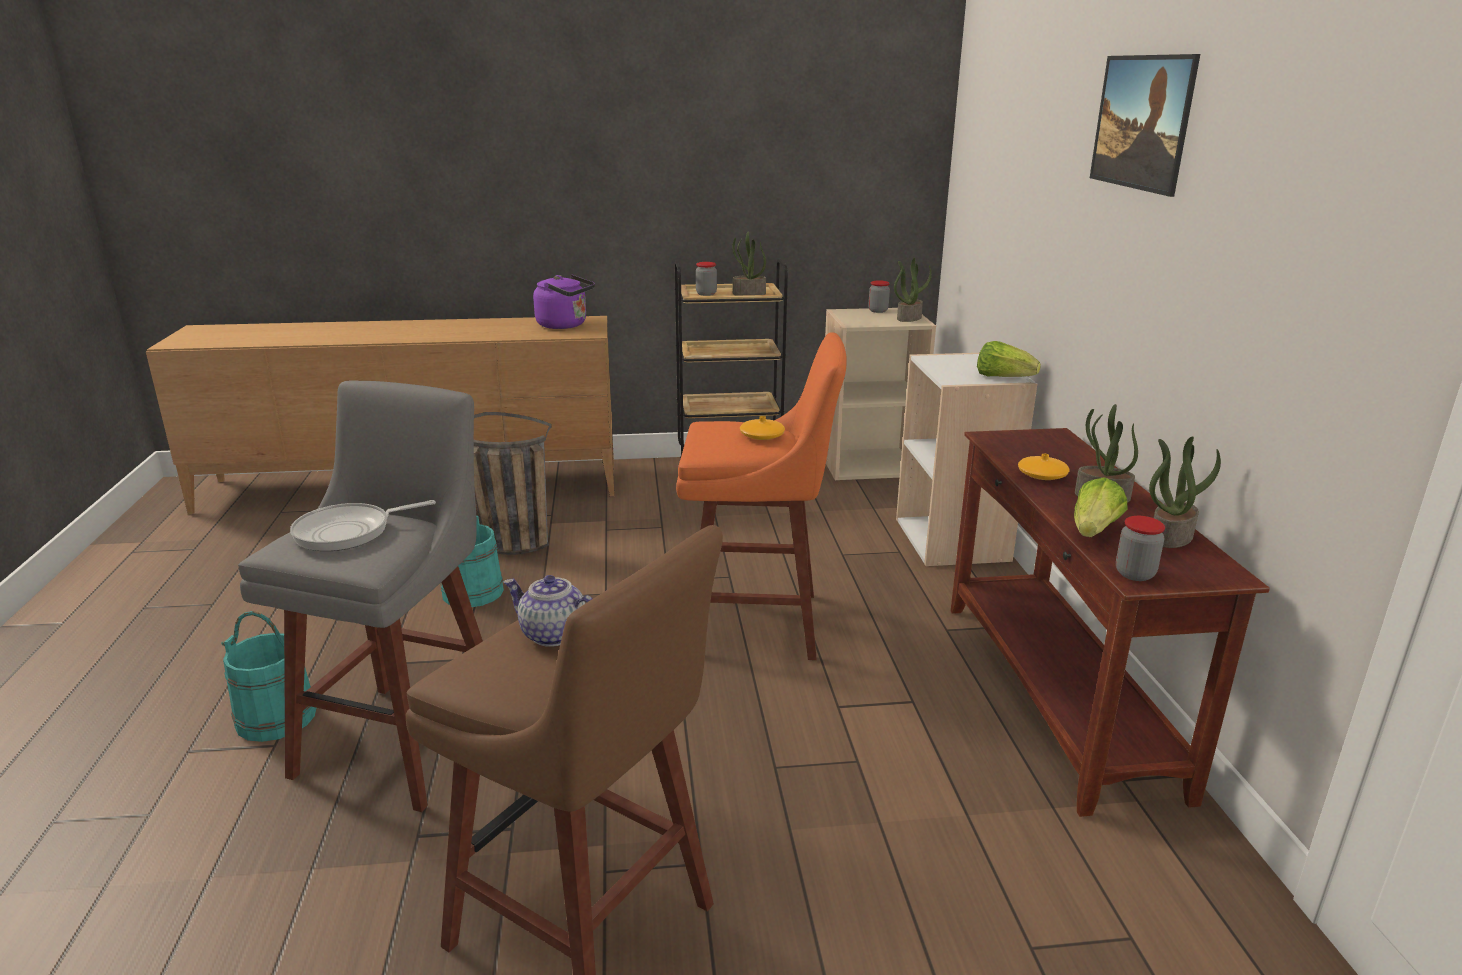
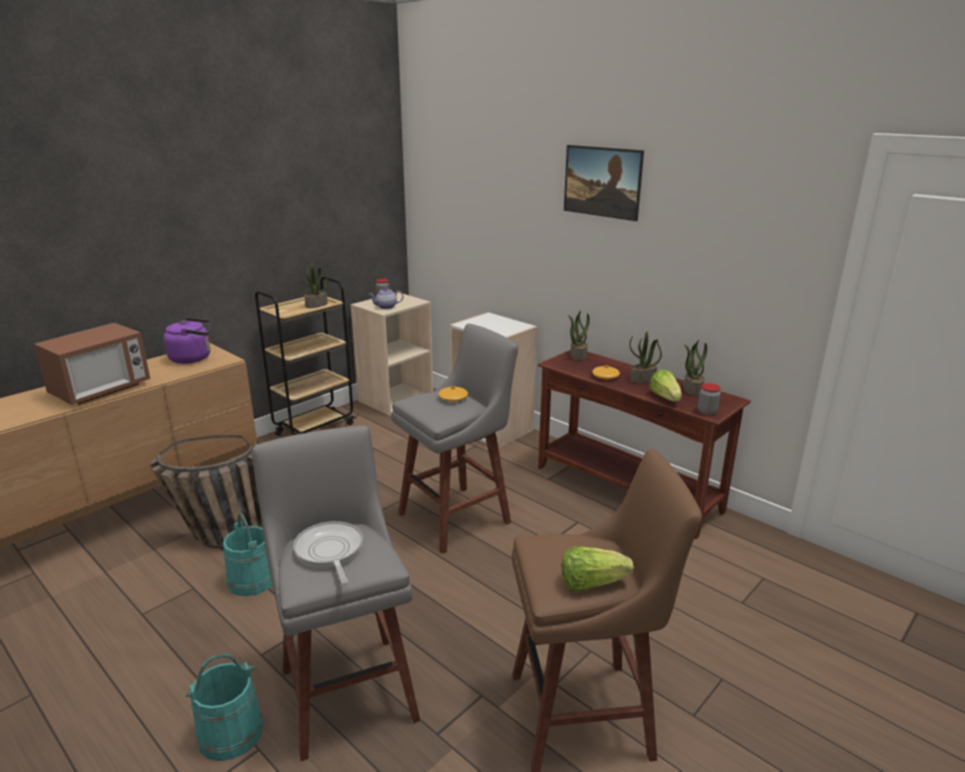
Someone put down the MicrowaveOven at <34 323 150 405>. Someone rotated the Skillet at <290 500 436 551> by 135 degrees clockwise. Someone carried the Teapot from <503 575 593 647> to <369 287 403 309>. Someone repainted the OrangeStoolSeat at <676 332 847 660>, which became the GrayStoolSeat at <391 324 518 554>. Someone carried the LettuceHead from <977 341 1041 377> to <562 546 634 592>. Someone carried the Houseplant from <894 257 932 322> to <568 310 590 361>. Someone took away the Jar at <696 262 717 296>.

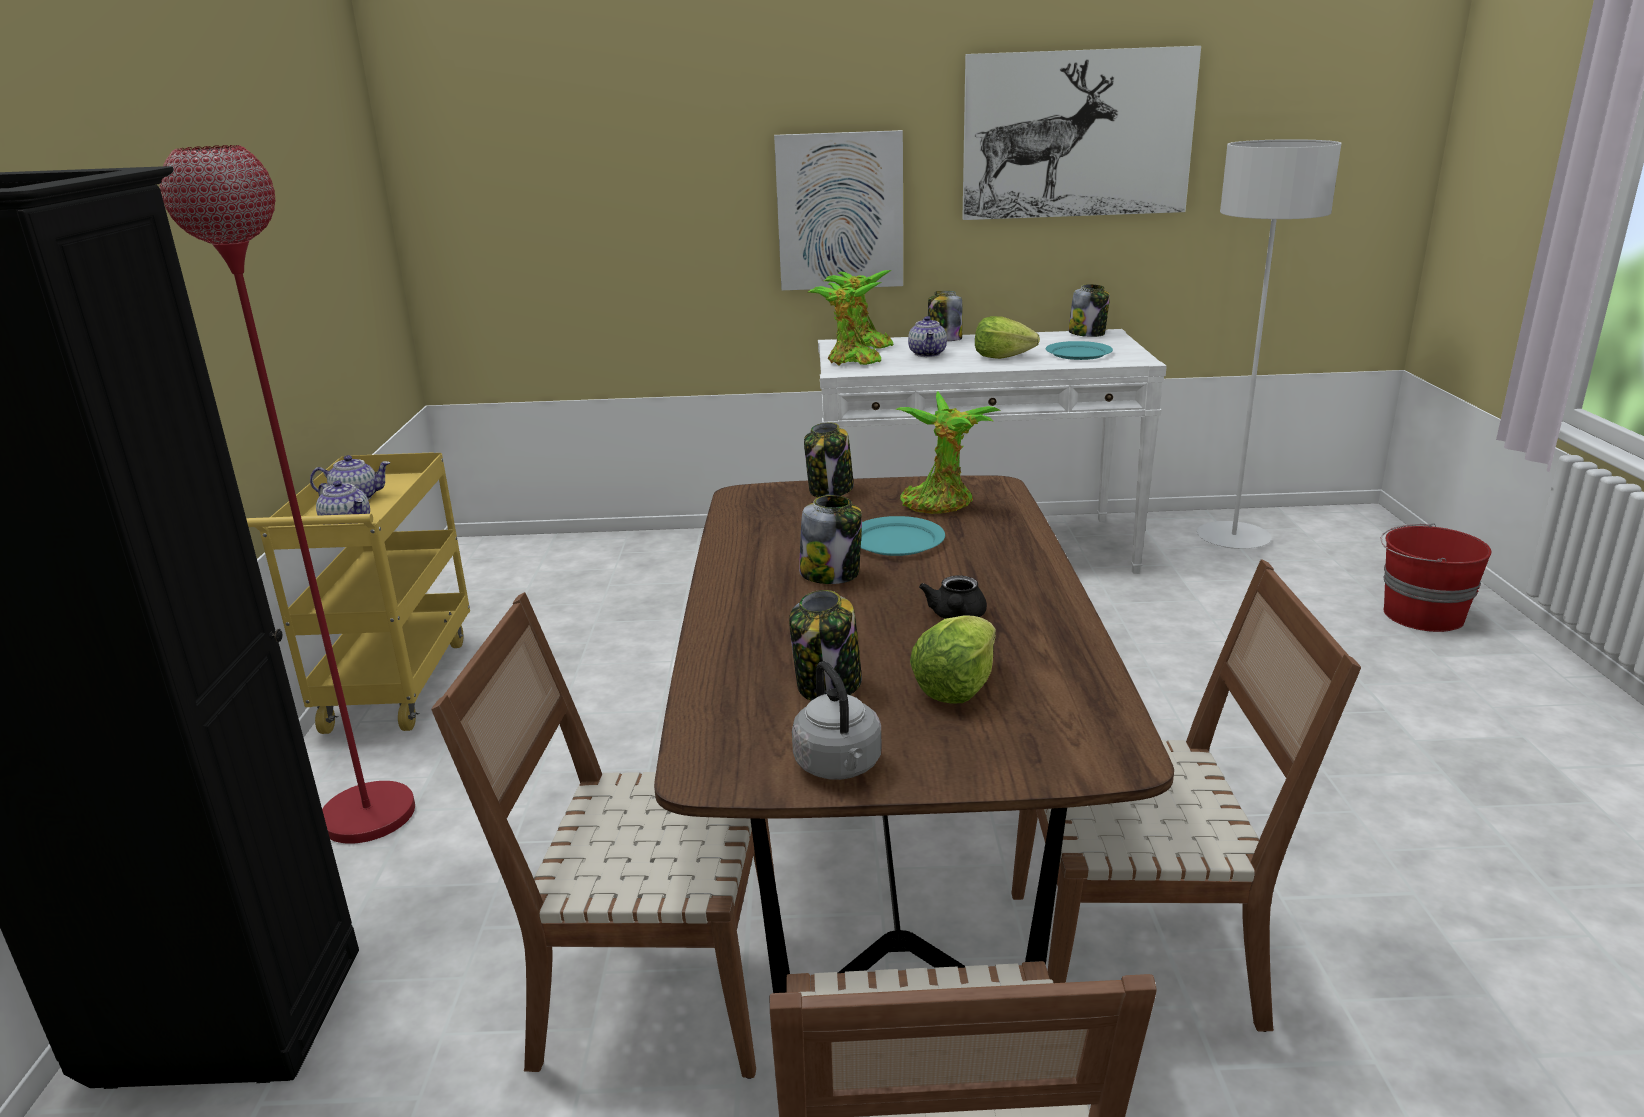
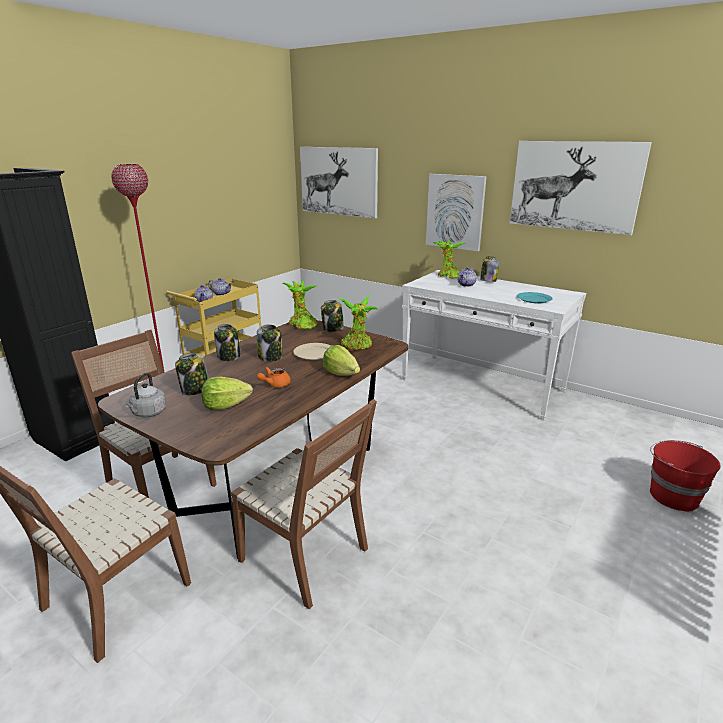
Someone carried the Jar from <1069 284 1110 337> to <214 324 240 361>. Someone repainted the BlackColouredTeapot at <919 575 987 619>, which became the OrangeTeapot at <257 367 291 387>. Someone carried the Houseplant from <808 282 882 366> to <282 280 317 329>. Someone repainted the TurquoiseColouredDinnerPlate at <861 516 945 556>, which became the BeigeDinnerPlate at <293 343 331 360>. Someone put up the Picture at <300 147 378 218>. Someone carried the LettuceHead from <975 316 1040 359> to <323 345 360 376>. Someone took away the GrayStandingLamp at <1197 139 1342 549>.

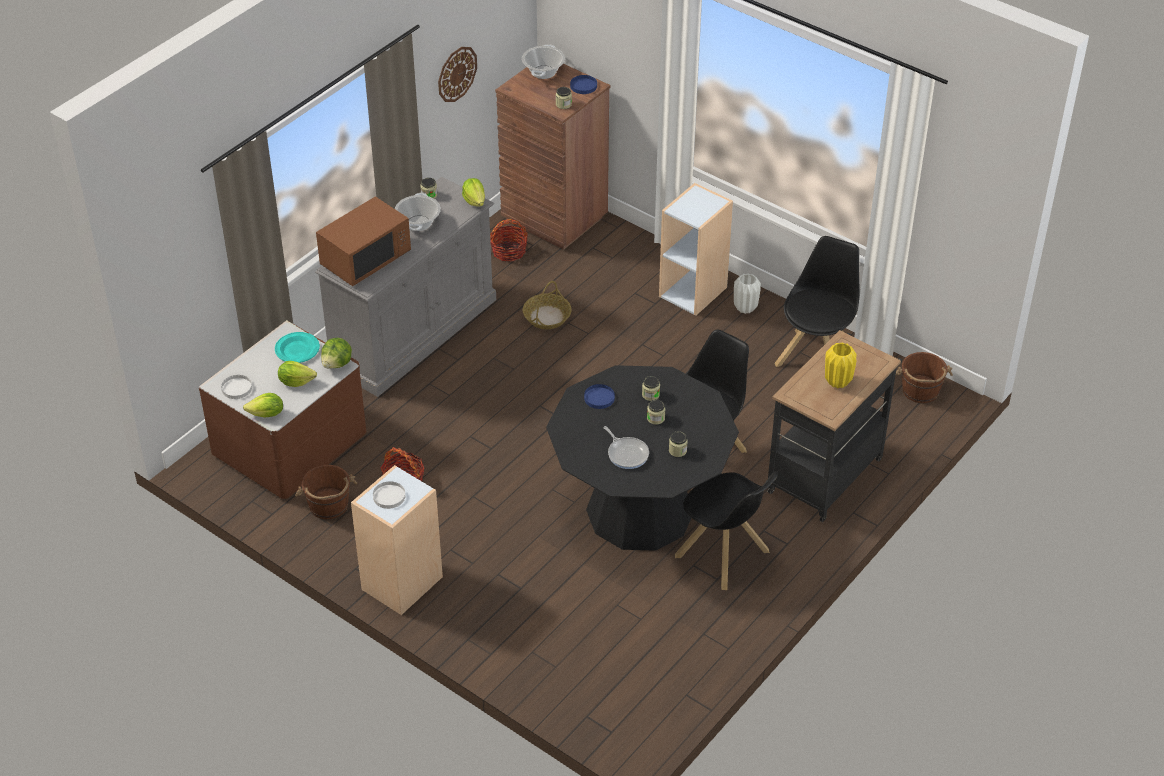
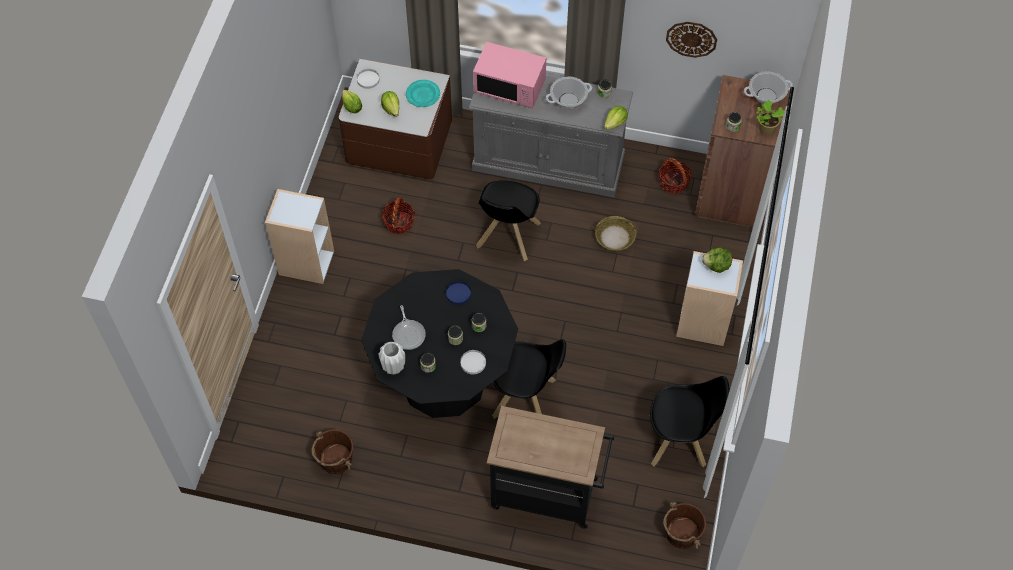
Someone carried the BrownishWaterBucket from <295 465 357 519> to <312 429 353 474>. Someone carried the WhiteFlowerVase from <734 273 761 314> to <378 342 405 375>. Someone rotated the Skillet at <604 426 649 469> by 45 degrees counterclockwise. Someone carried the WhiteDinnerPlate from <373 481 405 509> to <460 350 486 374>. Someone repainted the BrownishMicrowaveOven at <316 196 411 286>, which became the PinkishMicrowaveOven at <473 42 546 108>. Someone carried the BlackColouredUprightChair from <675 471 778 590> to <476 180 541 261>. Someone carried the LettuceHead from <321 338 352 369> to <702 247 732 273>. Someone swapped the BlueColouredDinnerPlate at <570 75 597 94> for the Houseplant at <756 100 785 135>. Someone took away the YellowFlowerVase at <825 342 857 388>.

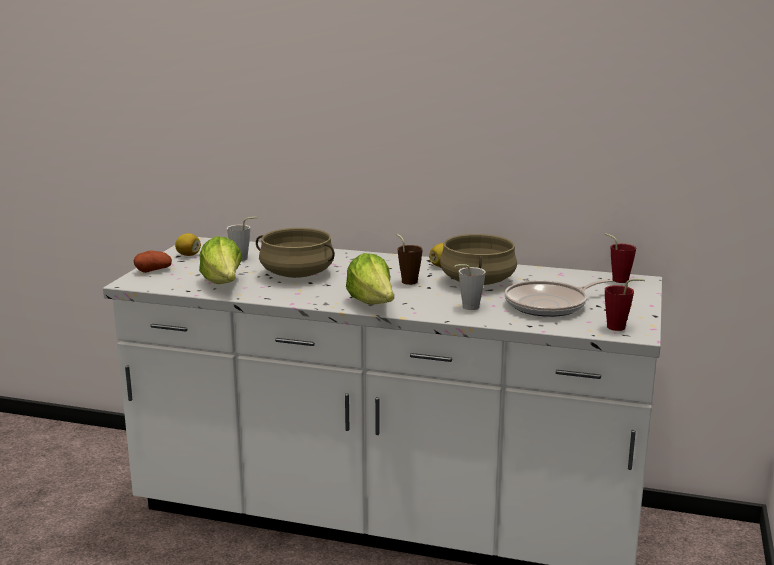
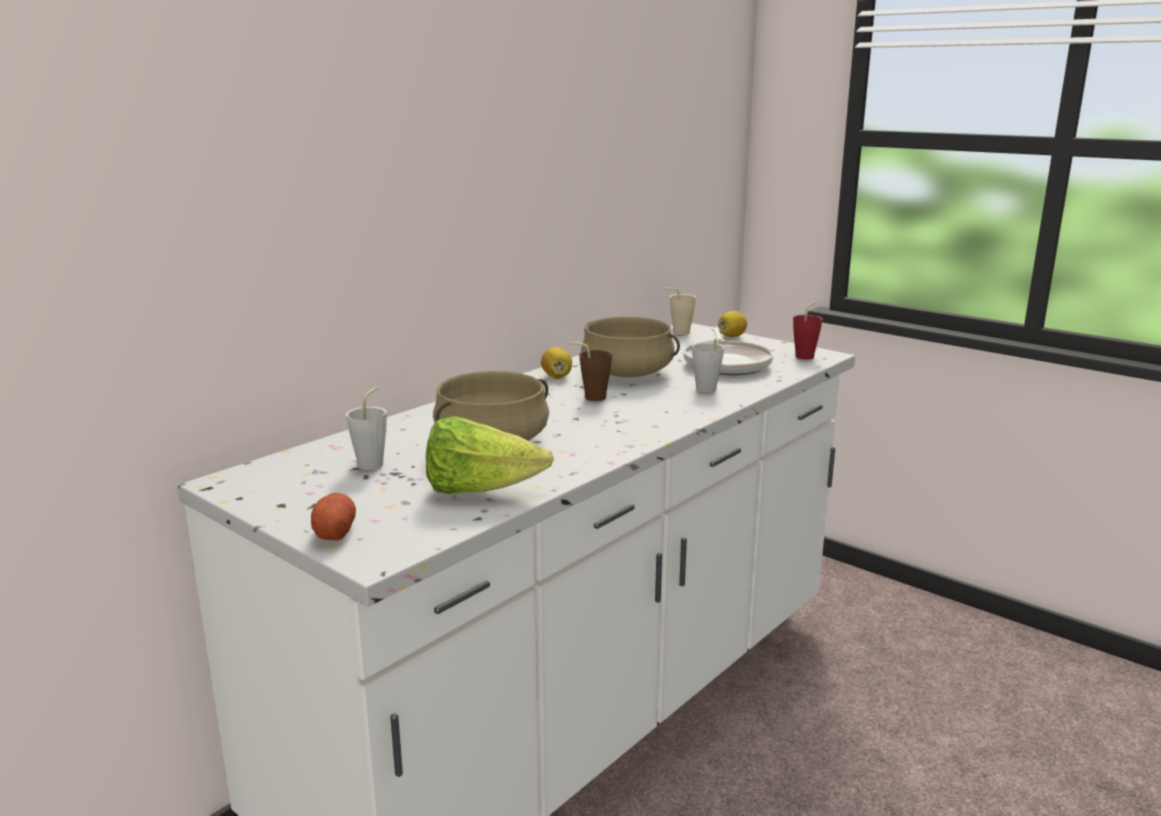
Someone repainted the ReddishSmallCup at <605 233 636 283>, which became the BeigeSmallCup at <663 288 696 335>. Someone carried the Lemon from <175 233 201 256> to <718 311 747 337>. Someone took away the LettuceHead at <346 253 394 304>.

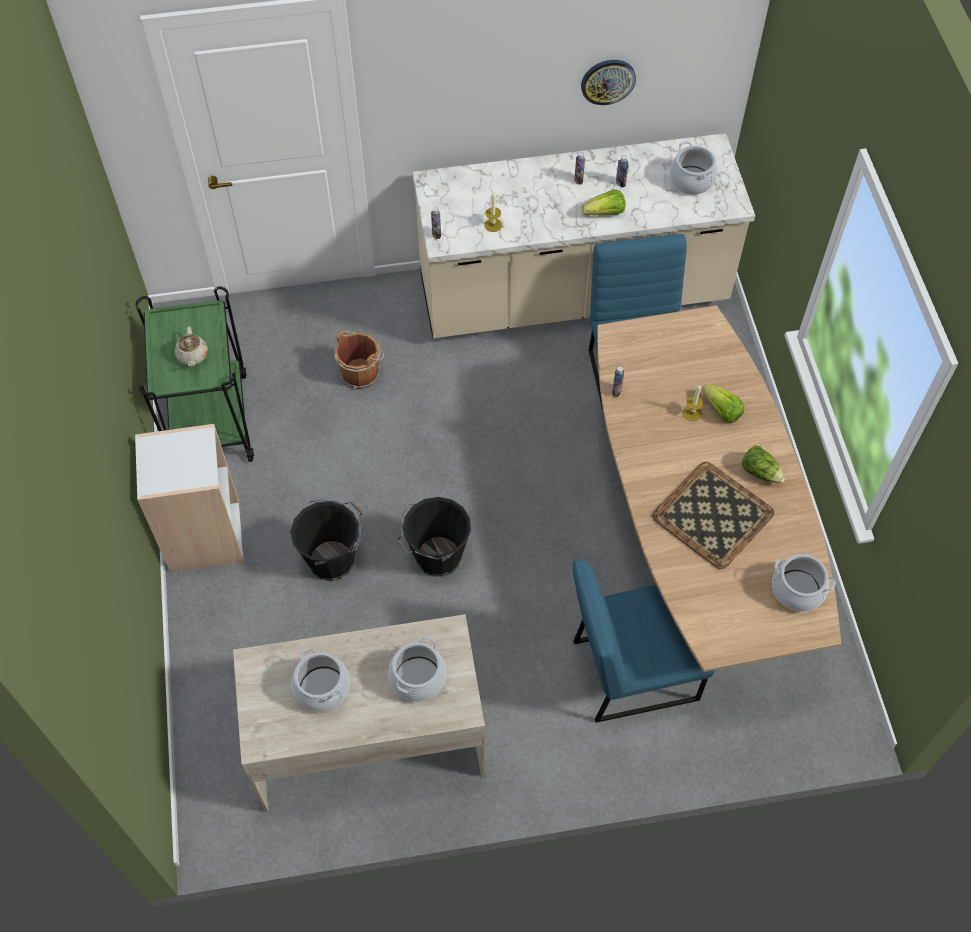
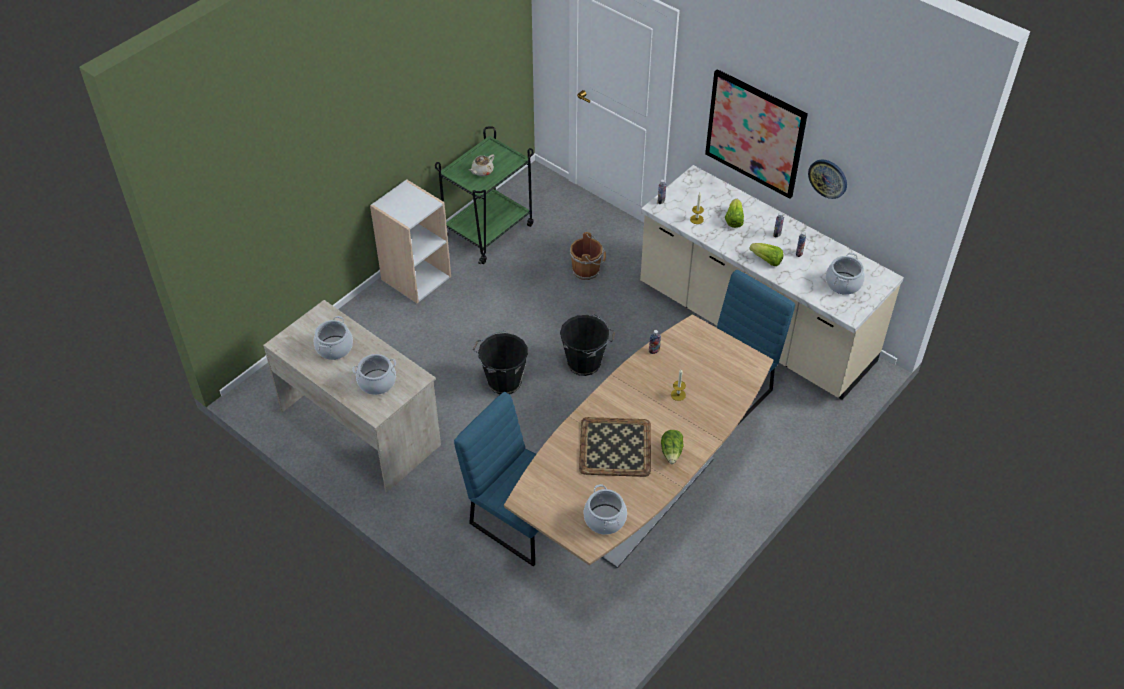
Someone carried the BlackColouredWaterBucket from <290 499 362 581> to <560 315 615 376>. Someone put up the Picture at <705 69 808 199>. Someone carried the LettuceHead from <702 384 744 423> to <725 199 744 228>.

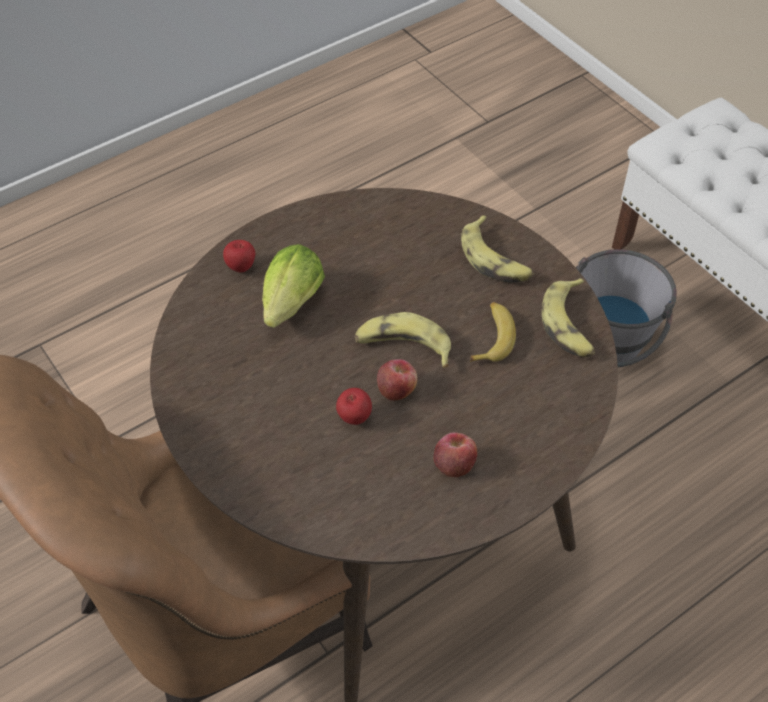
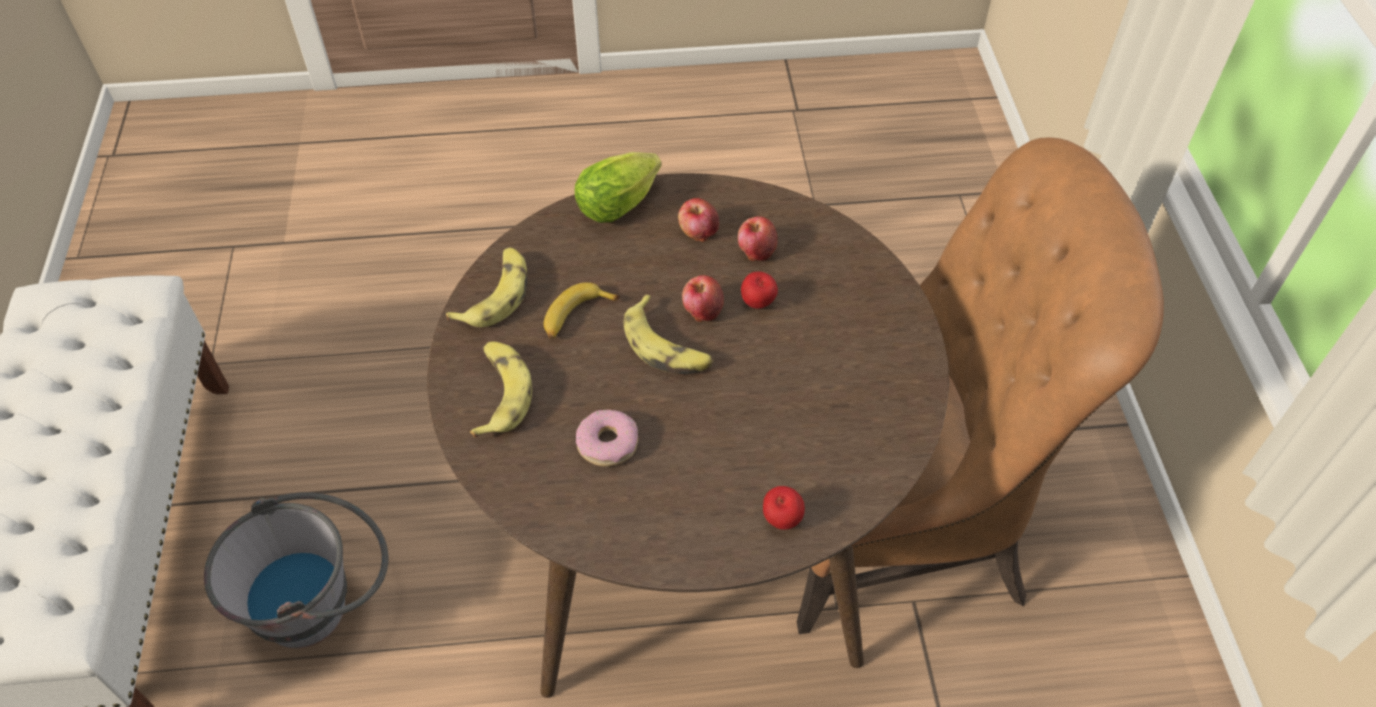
Someone carried the LettuceHead from <262 244 325 328> to <575 152 662 223>. Someone put down the Doughnut at <576 409 638 467>. Someone put down the WholeApple at <738 216 778 261>.

